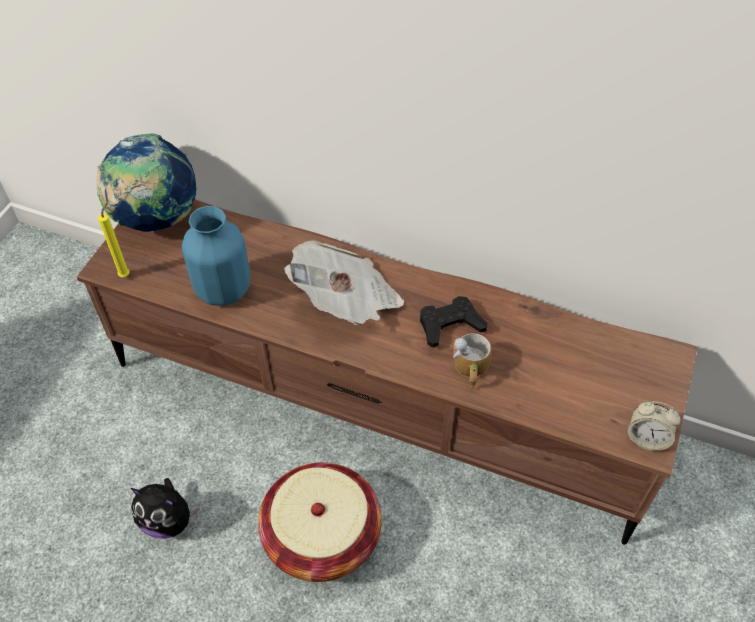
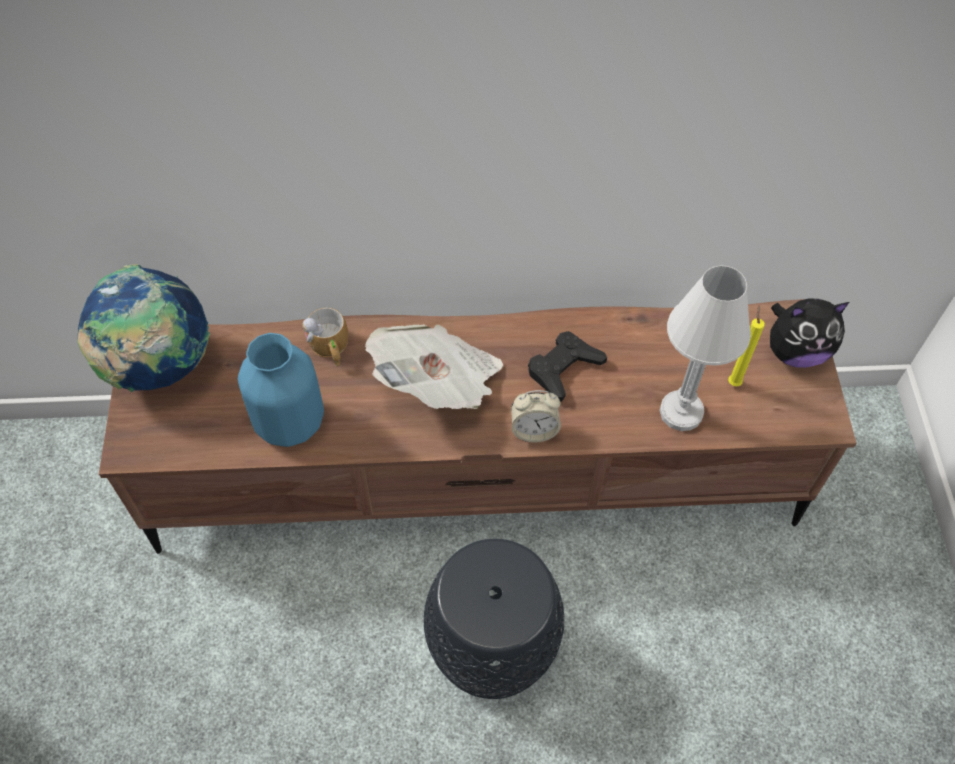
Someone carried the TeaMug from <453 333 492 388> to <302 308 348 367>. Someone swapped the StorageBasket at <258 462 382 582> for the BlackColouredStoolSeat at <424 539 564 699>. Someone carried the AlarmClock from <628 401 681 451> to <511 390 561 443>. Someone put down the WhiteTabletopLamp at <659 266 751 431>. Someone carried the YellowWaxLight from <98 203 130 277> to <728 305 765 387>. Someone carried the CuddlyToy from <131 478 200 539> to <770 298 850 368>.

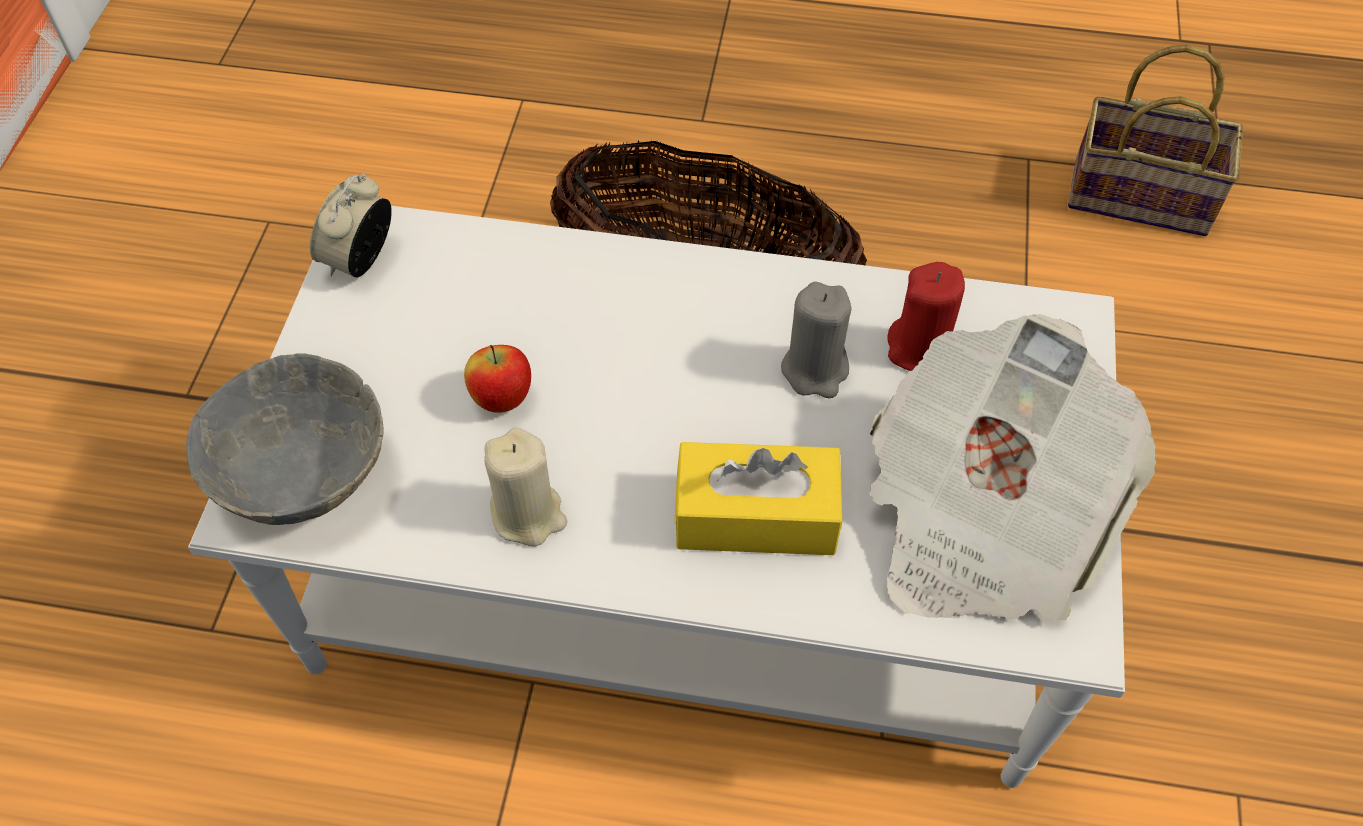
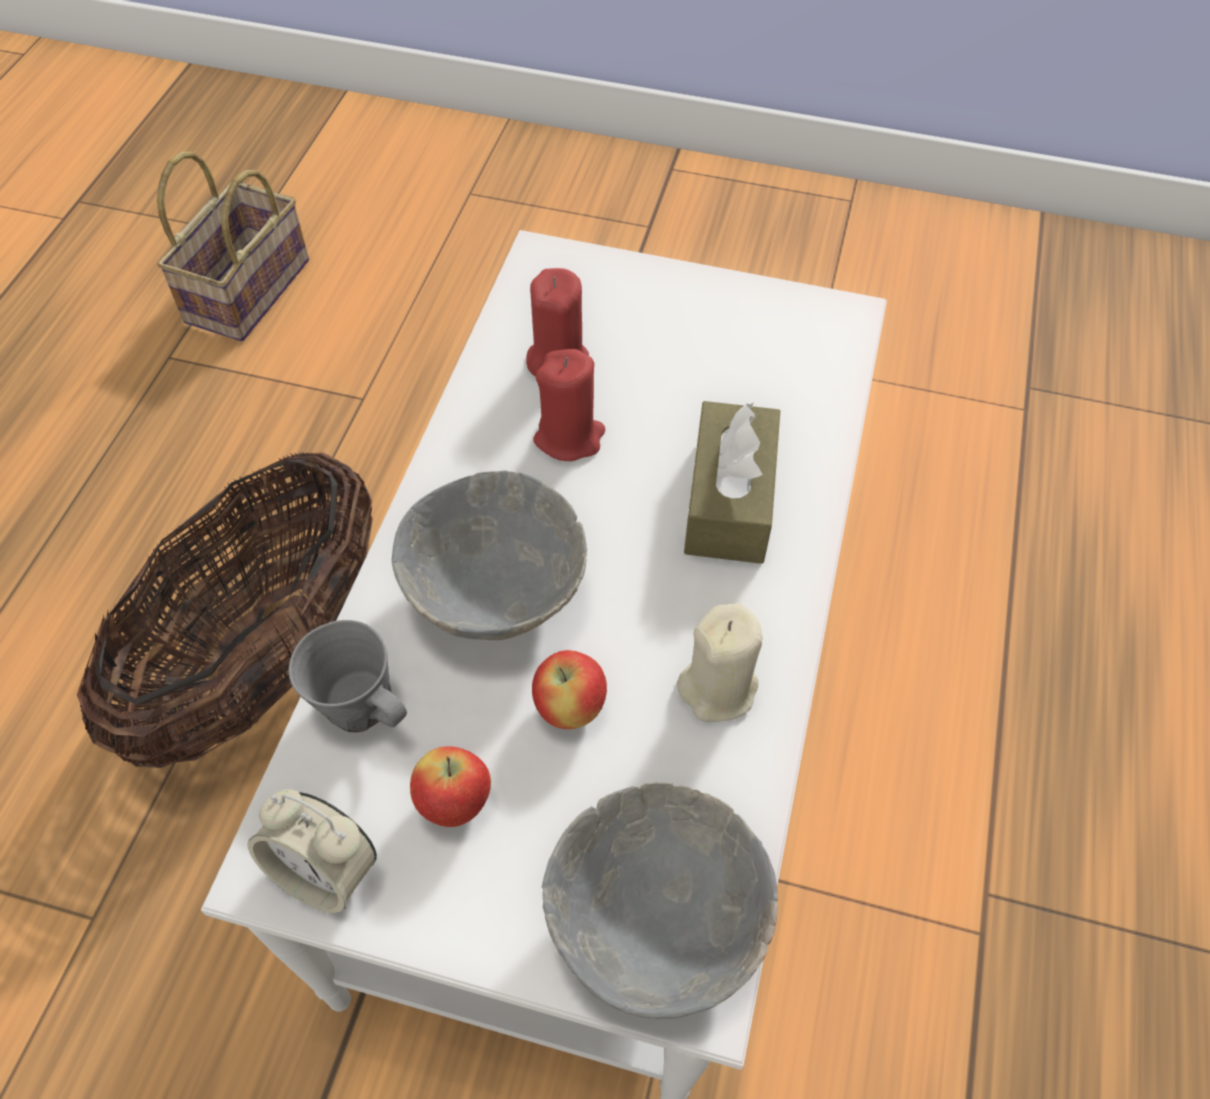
Someone put down the GrayTeaMug at <289 620 407 732>. Someone put down the GrayDeepDish at <392 470 587 640>. Someone put down the WholeApple at <410 746 491 827>. Someone repainted the GrayWaxLight at <781 282 852 398>, which became the ReddishWaxLight at <533 349 605 461>. Someone repainted the YellowBoxOfTissues at <674 442 842 555>, which became the BrownishBoxOfTissues at <684 401 780 564>. Someone took away the PrintedPaper at <869 314 1156 622>.

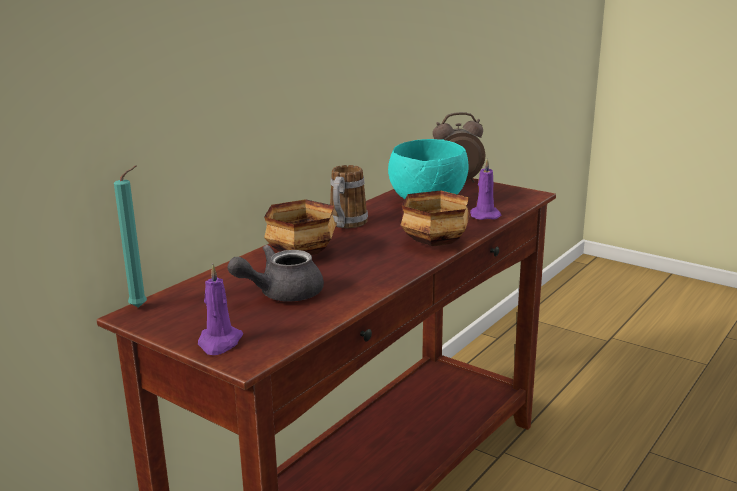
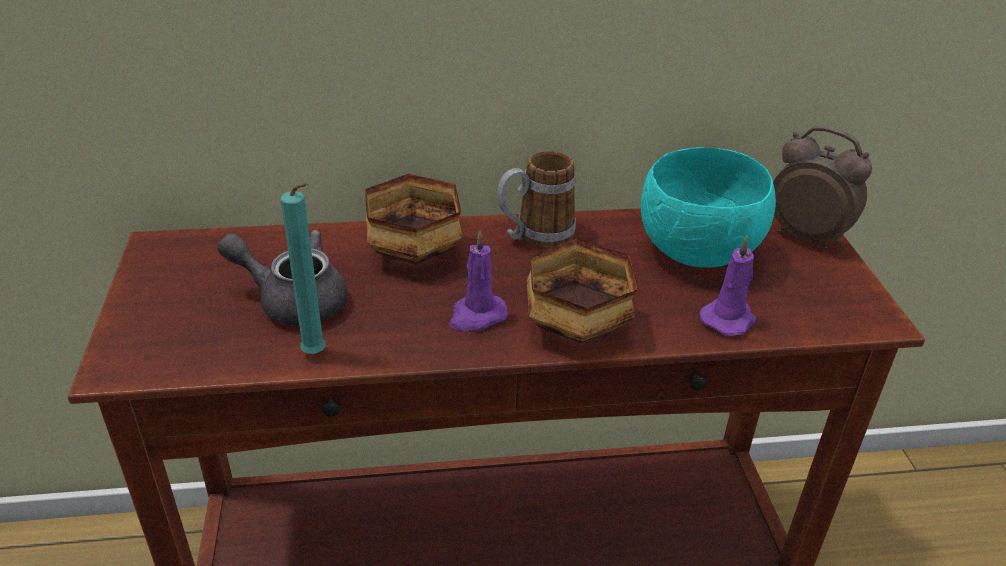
Someone carried the TurquoiseColouredWaxLight from <114 166 147 308> to <281 183 326 354>. Someone carried the PurpleColouredWaxLight from <198 264 243 355> to <449 230 508 331>.

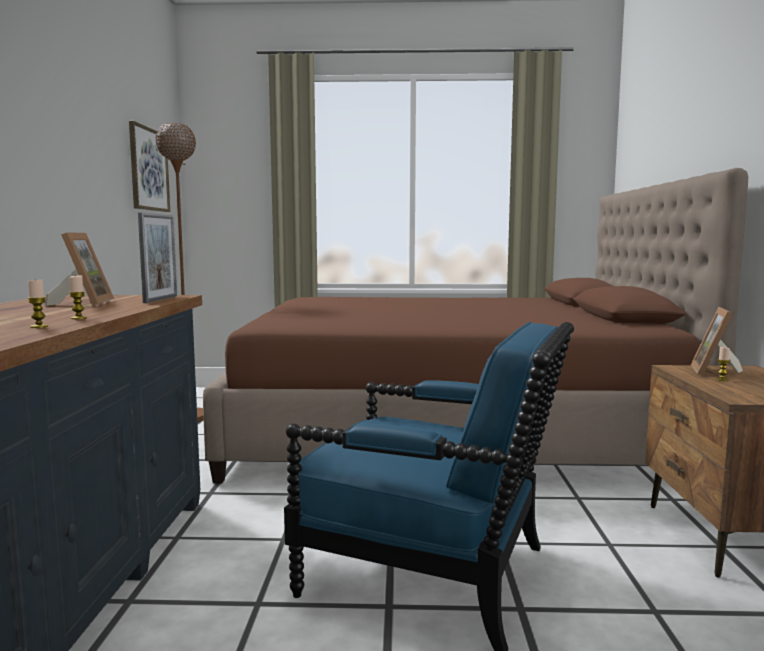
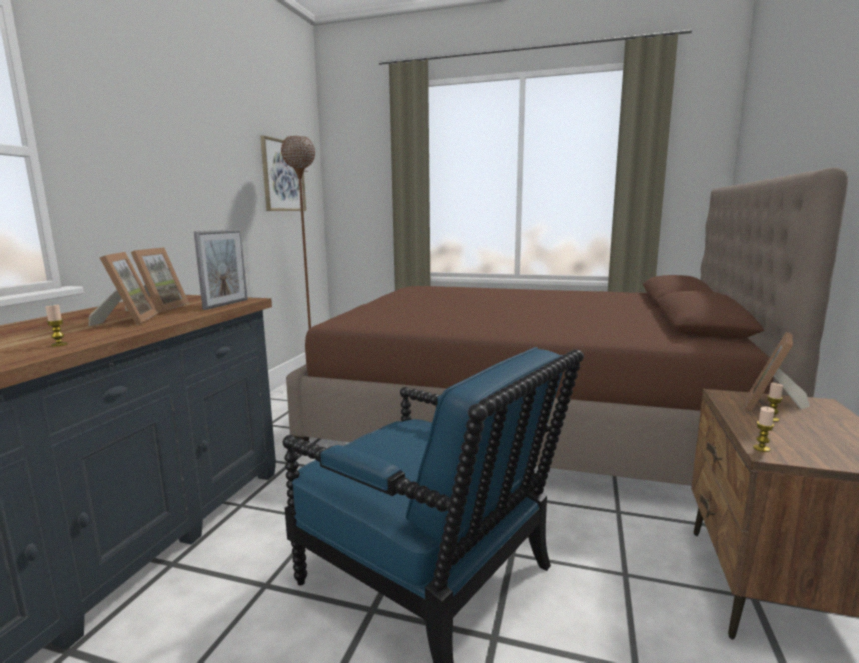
Someone put down the PhotoFrame at <89 252 158 326>. Someone carried the WaxLight from <69 275 87 319> to <753 407 775 452>.

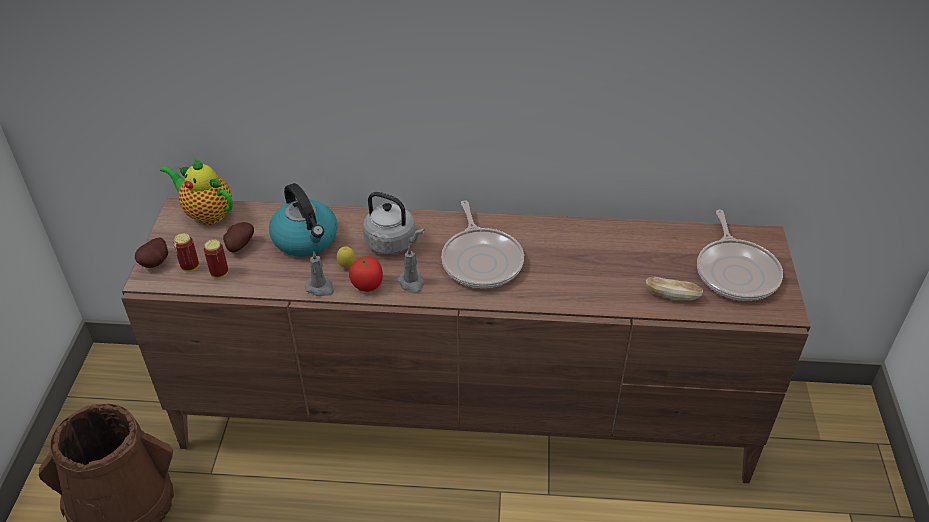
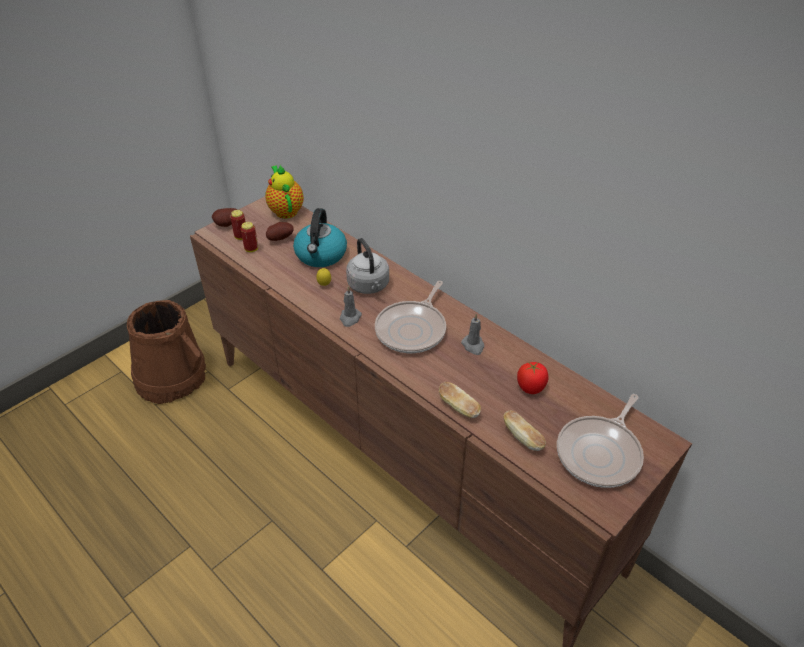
Someone put down the Bread at <439 382 481 418>. Someone carried the GrayWaxLight from <305 251 334 296> to <461 314 485 355>. Someone carried the Tomato from <349 255 383 292> to <517 361 548 394>.

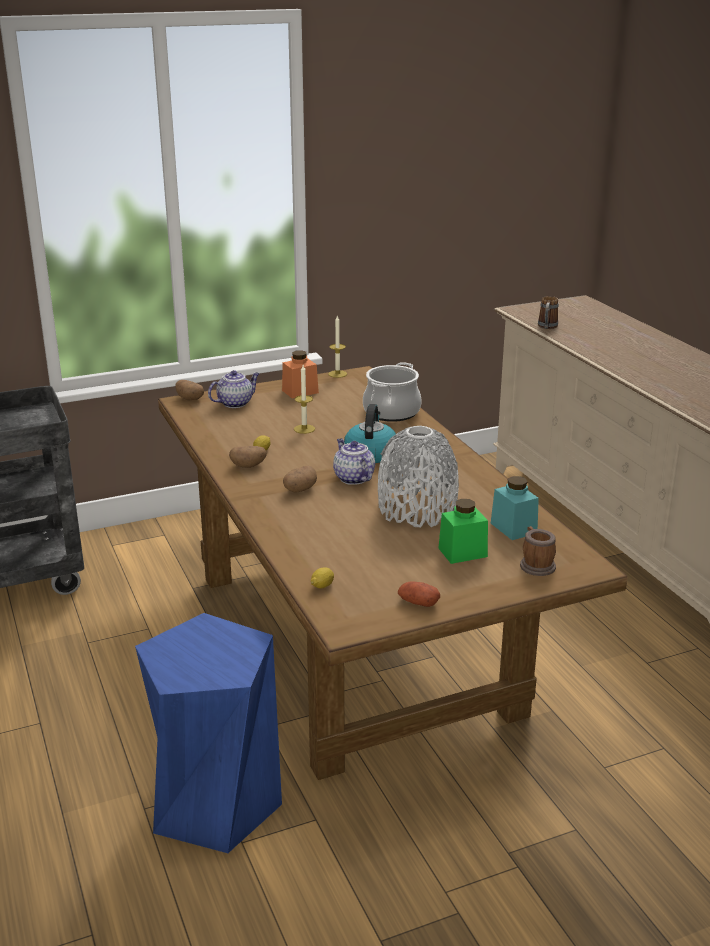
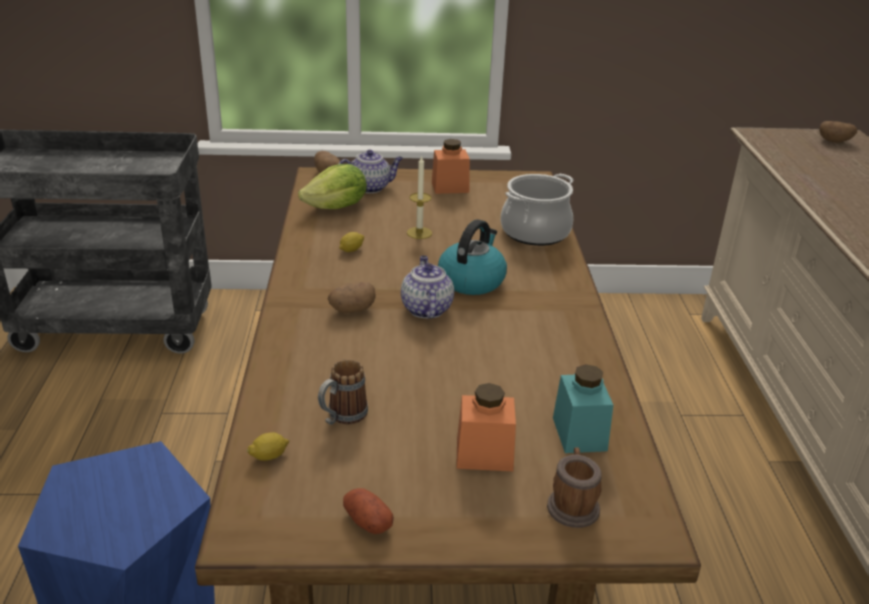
Someone put down the LettuceHead at <298 164 367 209>. Someone carried the TeaMug from <538 296 558 329> to <318 359 368 425>. Someone repainted the GreenishJar at <438 499 488 564>, which became the OrangeJar at <456 383 516 471>. Someone carried the WholePotato from <229 446 267 468> to <819 121 857 143>. Someone took away the WaxLight at <328 316 347 378>. Someone took away the GrayFlowerVase at <378 426 459 527>.

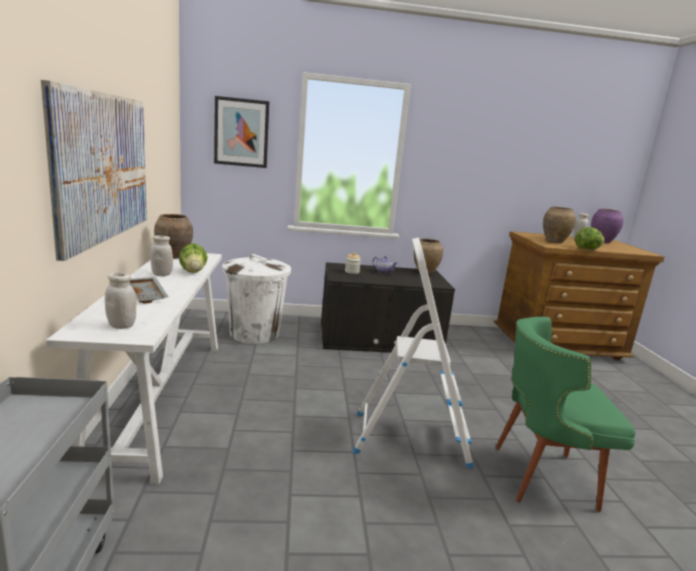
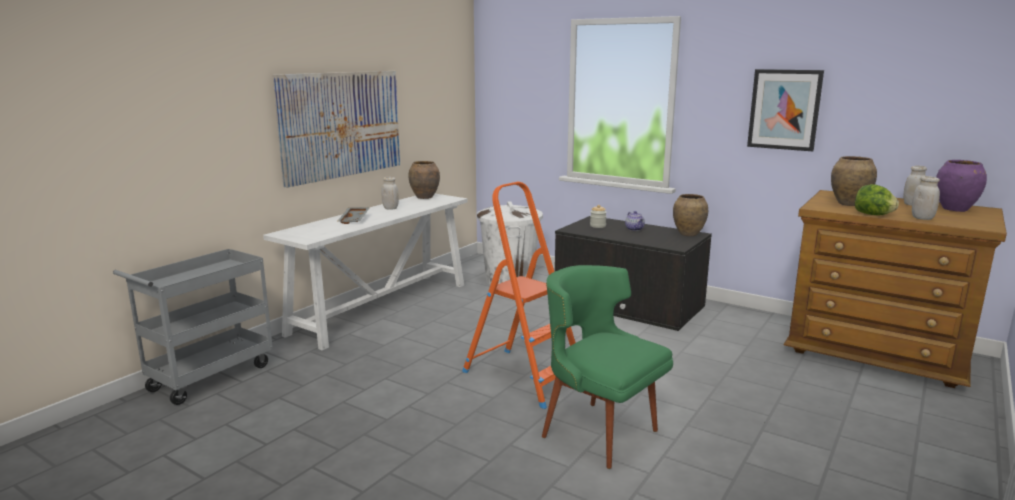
Someone repainted the WhiteStepLadder at <352 238 474 469>, which became the OrangeStepLadder at <462 182 576 409>. Someone carried the Picture from <214 96 269 168> to <747 69 824 151>. Someone carried the WhiteJar from <105 273 136 329> to <912 176 940 220>. Someone took away the LettuceHead at <179 243 208 273>.

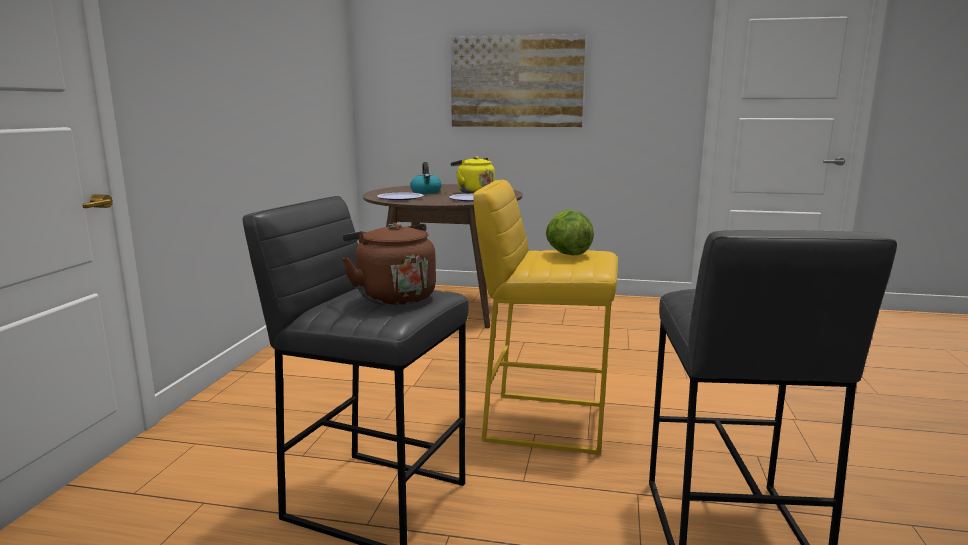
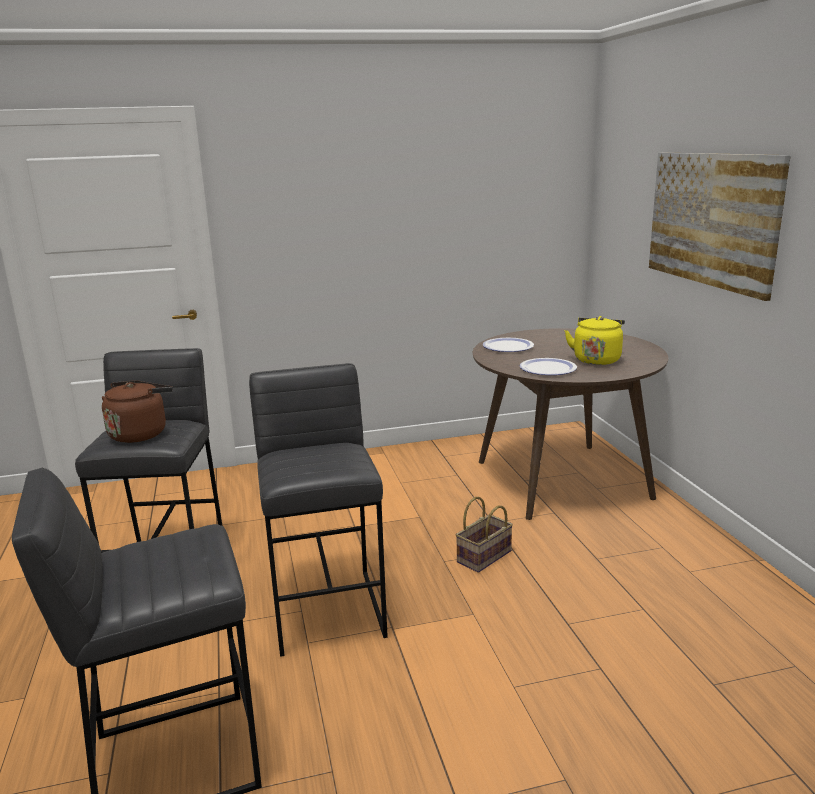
Someone repainted the YellowStoolSeat at <473 179 618 455>, which became the GrayStoolSeat at <249 363 388 657>. Someone put down the StorageBasket at <456 497 513 573>. Someone took away the Kettle at <410 162 442 194>. Someone took away the LettuceHead at <545 209 594 255>.

